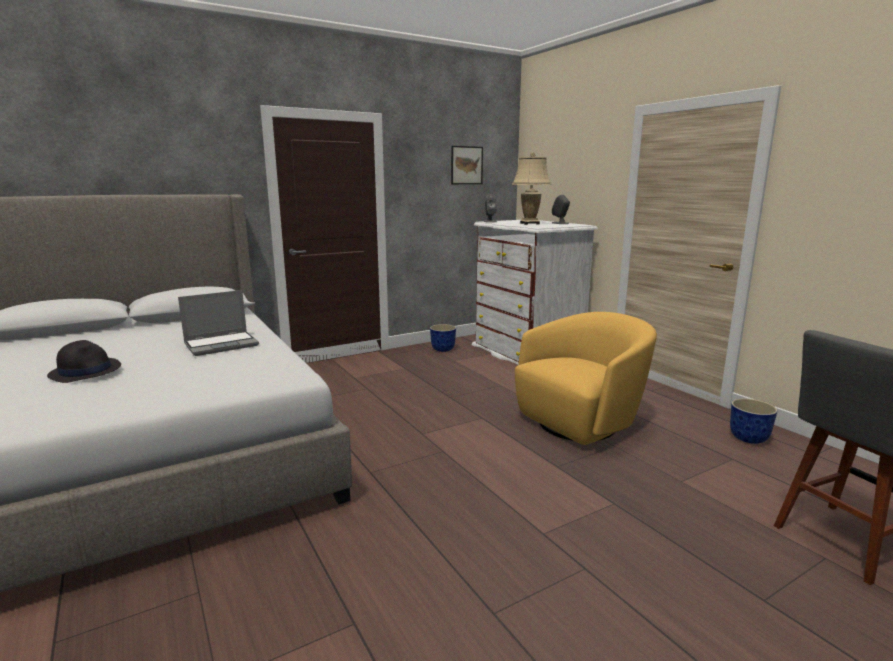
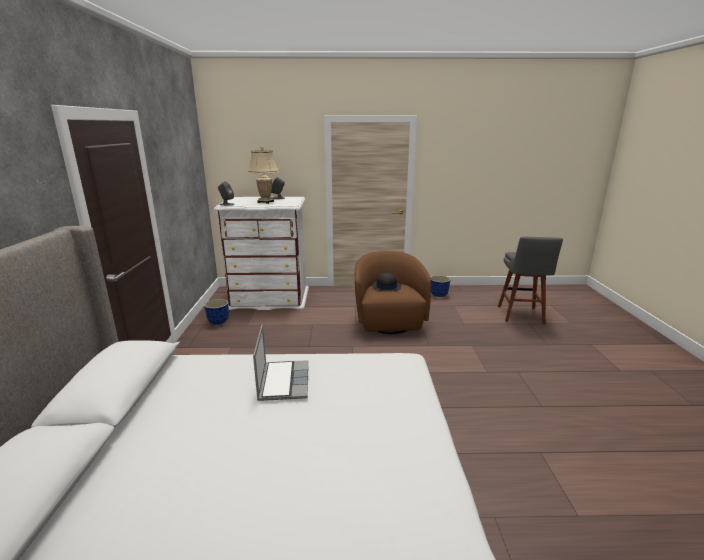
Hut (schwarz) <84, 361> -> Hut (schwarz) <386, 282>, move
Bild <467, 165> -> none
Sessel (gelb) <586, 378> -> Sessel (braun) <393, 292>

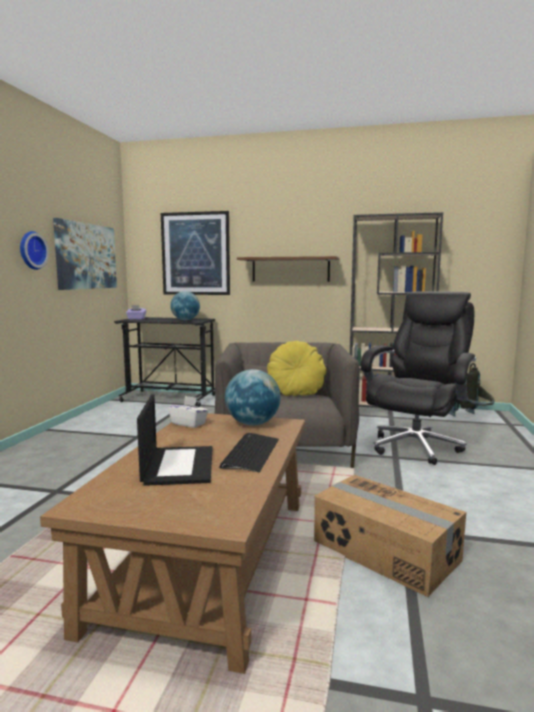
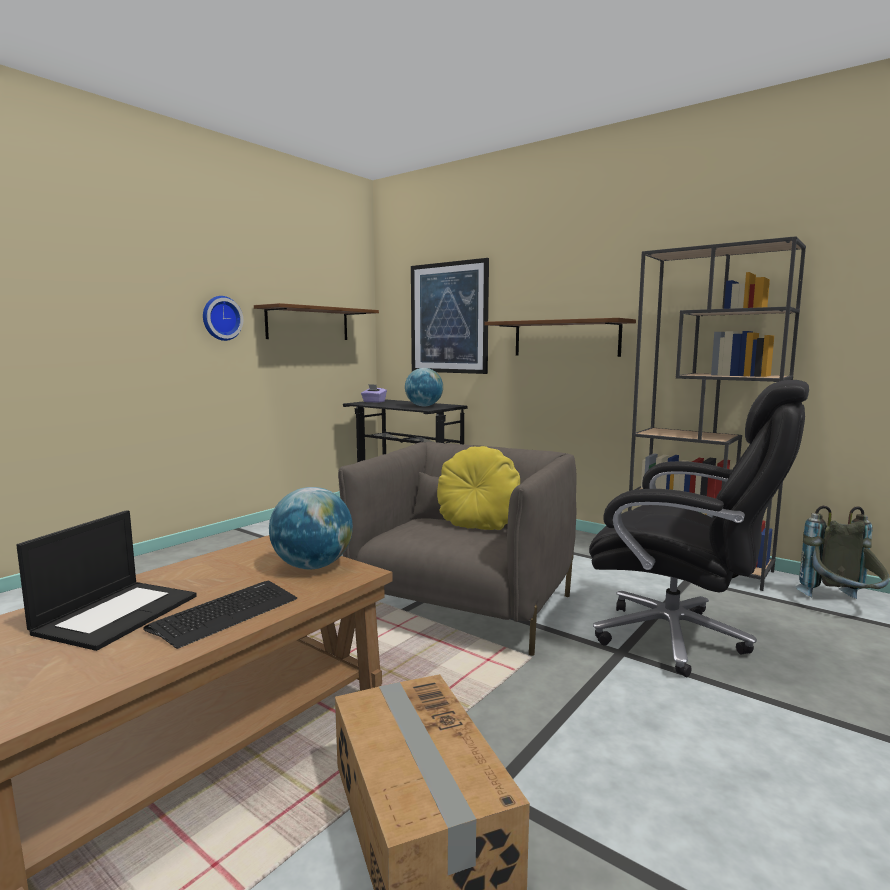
Bild <85, 254> -> Wandregal (braun) <316, 321>
Taschentuchbox (weiß) <188, 412> -> none
Bürostuhl (schwarz) <418, 378> -> Bürostuhl (schwarz) <699, 528>, 60 degrees clockwise

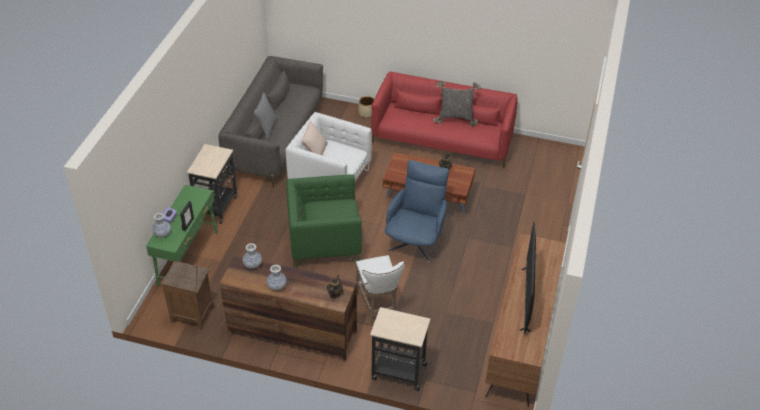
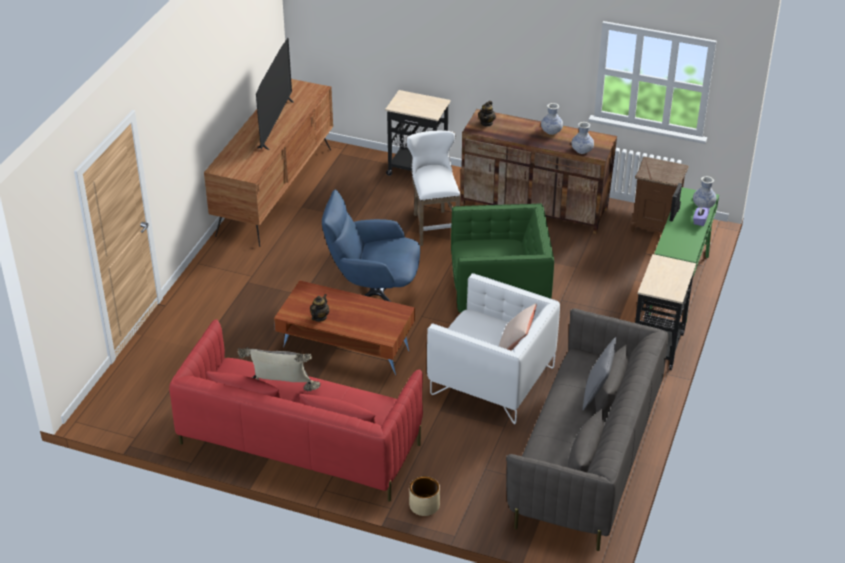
Sessel (blau) <417, 211> -> Sessel (blau) <371, 245>, 75 degrees clockwise

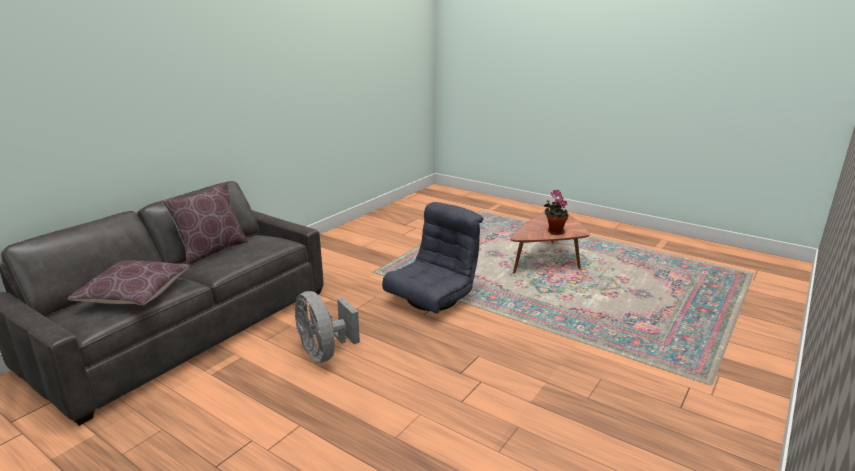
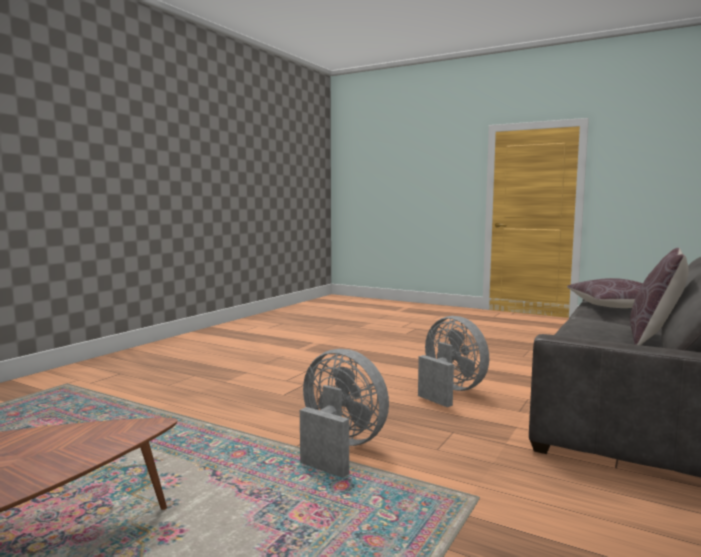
Sessel (grau) <432, 258> -> Ventilator (grau) <344, 413>
Topfpflanze <556, 212> -> none

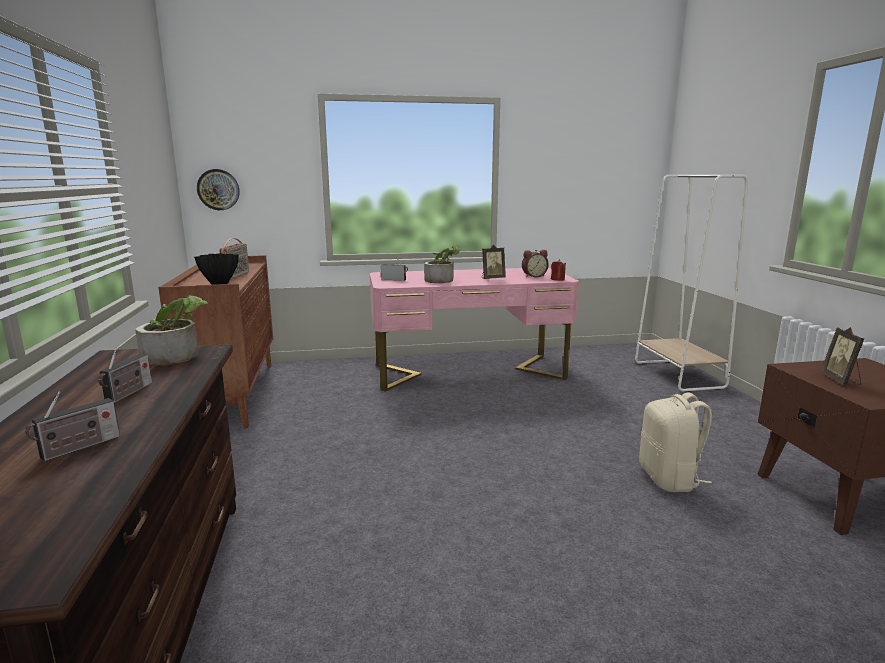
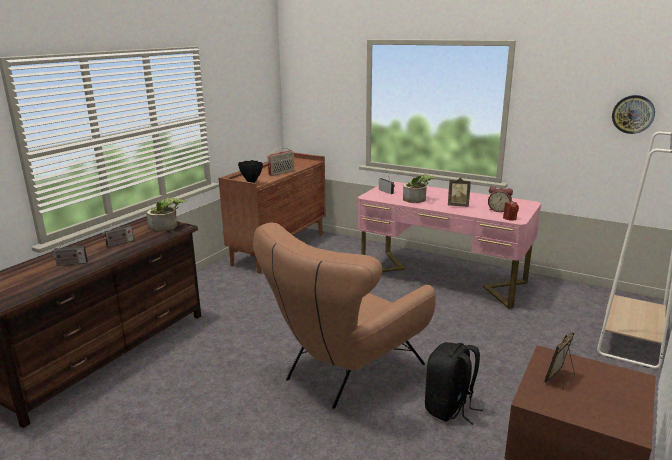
Wanduhr <218, 189> -> Wanduhr <633, 114>, move
Rucksack (beige) <675, 442> -> Rucksack (schwarz) <454, 383>
none -> Sessel (braun) <344, 316>

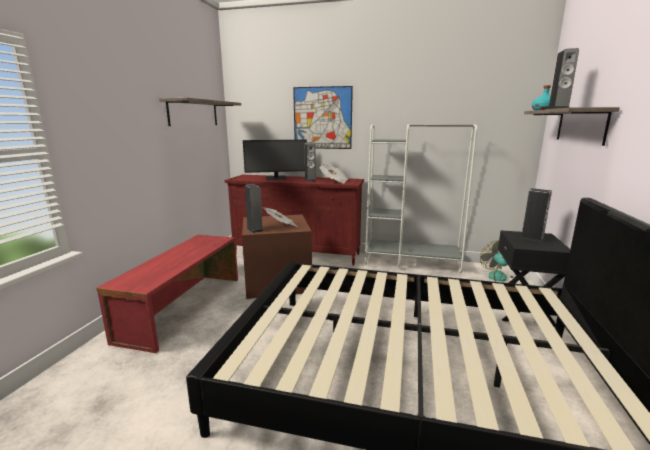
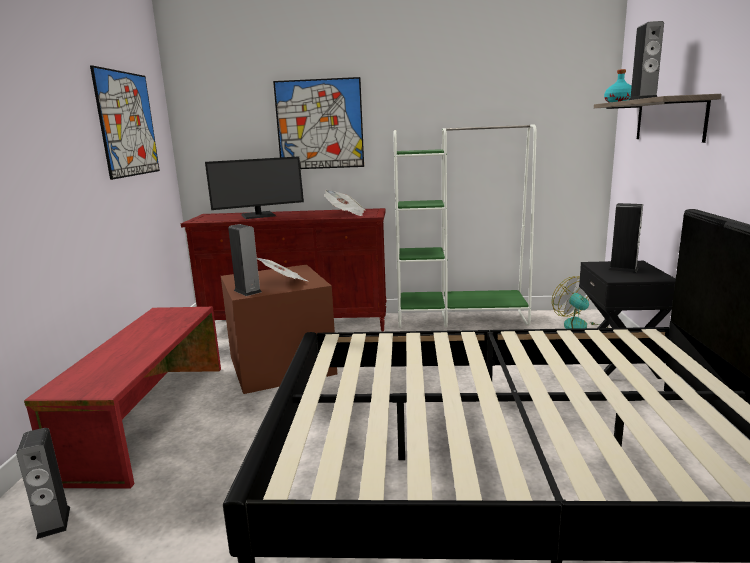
Wandregal <200, 112> -> Bild <125, 122>
Lautsprecher <310, 162> -> Lautsprecher <43, 483>, move
Kleiderständer (grau) <421, 198> -> Kleiderständer (grün) <465, 226>

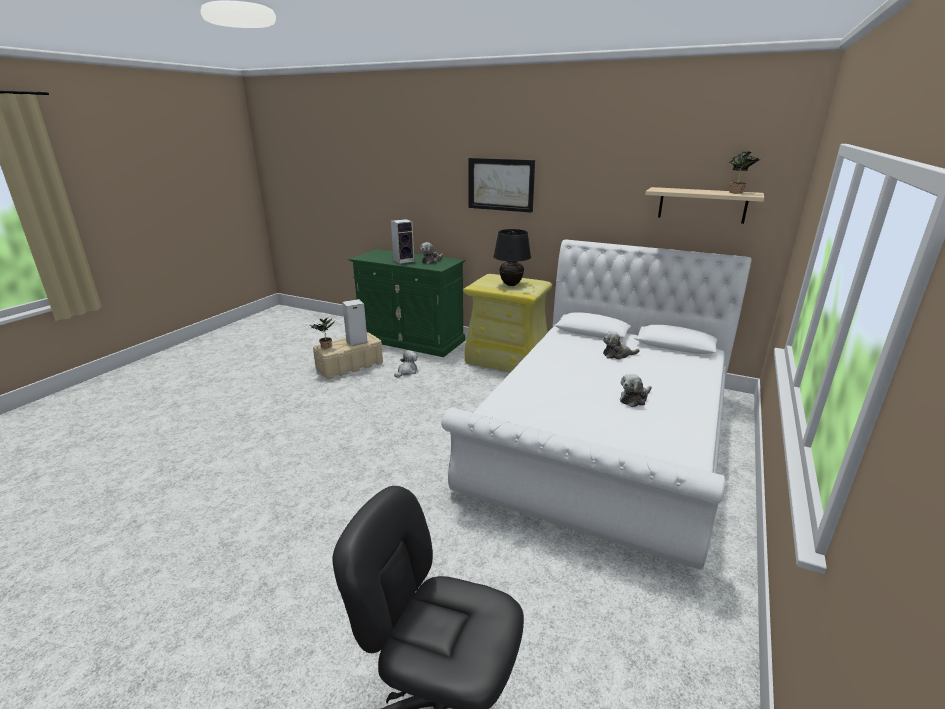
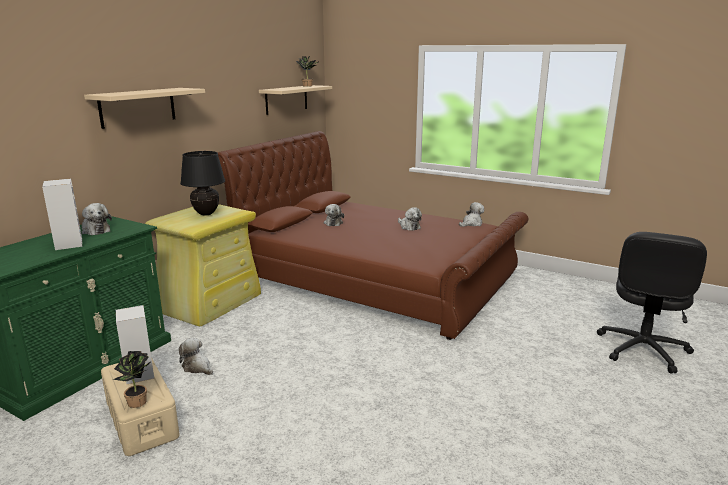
Bett (weiß) <596, 405> -> Bett (braun) <373, 235>
Bild <501, 185> -> Wandregal (beige) <144, 108>
none -> Plüschtier <471, 214>

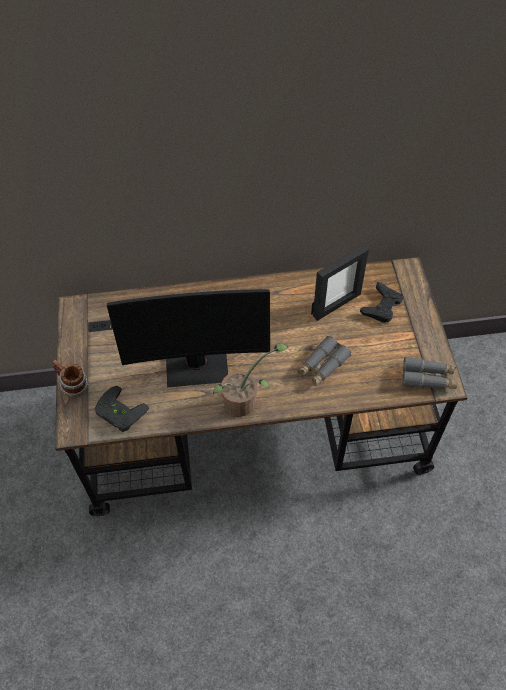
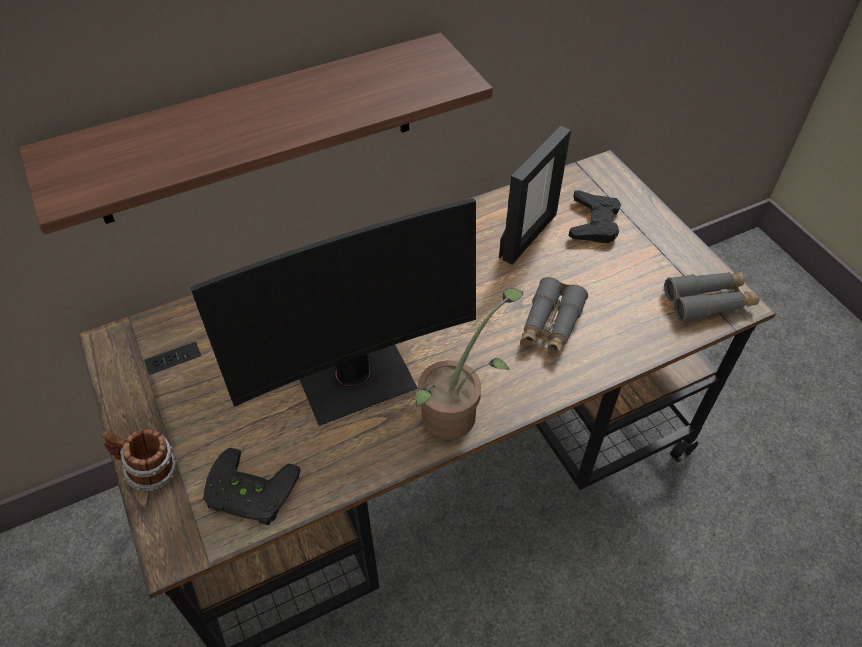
none -> Wandregal <256, 133>

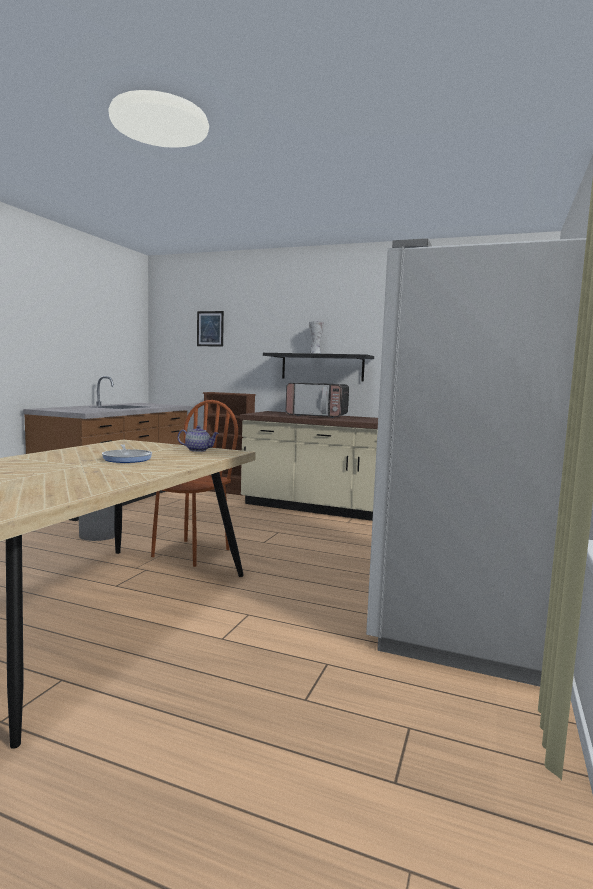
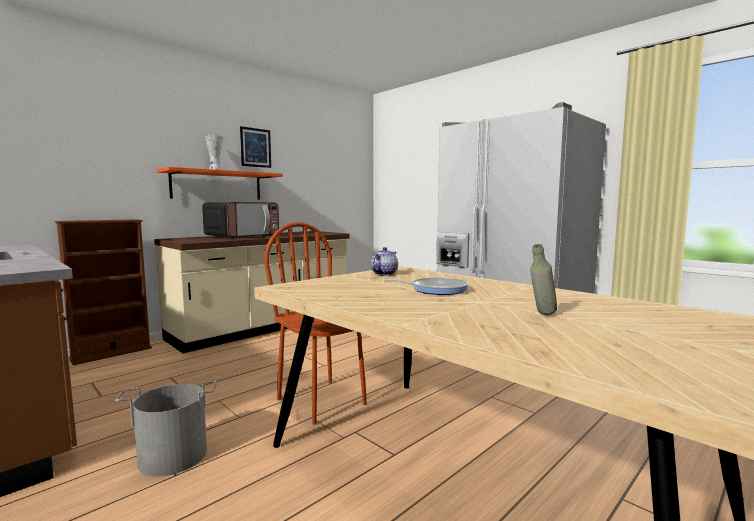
Bild <210, 329> -> Bild <255, 147>, move
Wandregal (schwarz) <318, 367> -> Wandregal (orange) <220, 183>
none -> Flasche (grau) <543, 279>

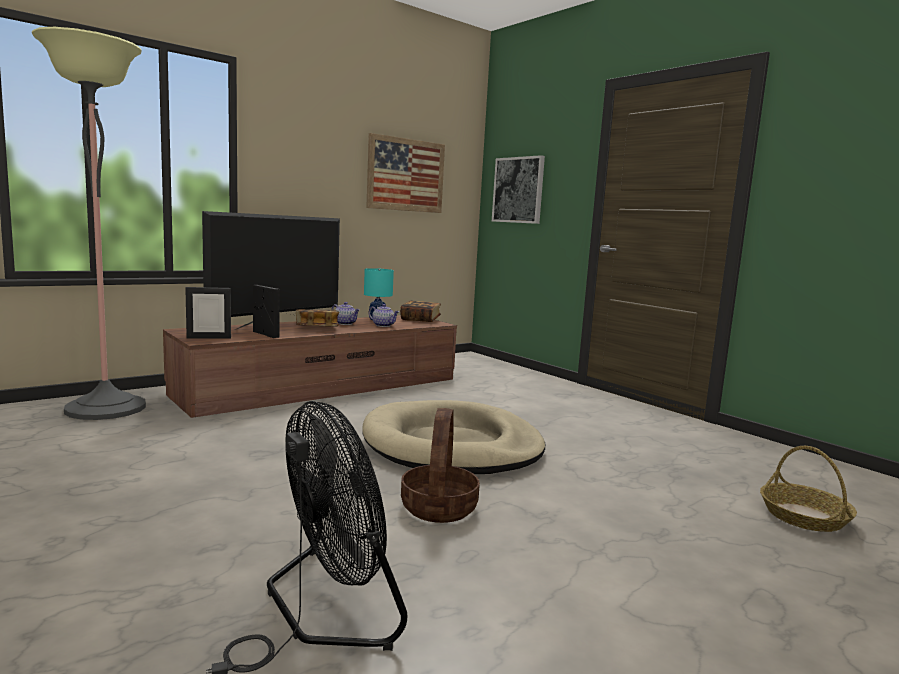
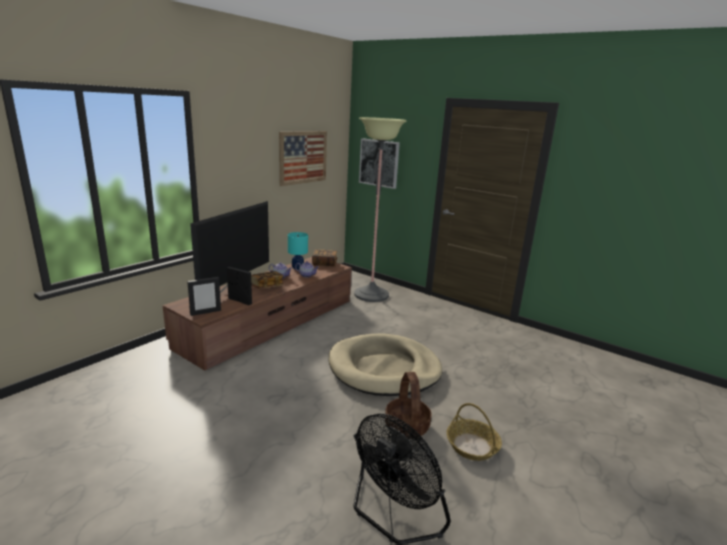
Stehlampe <88, 223> -> Stehlampe <380, 209>, move
Korb <808, 489> -> Korb <474, 432>, move

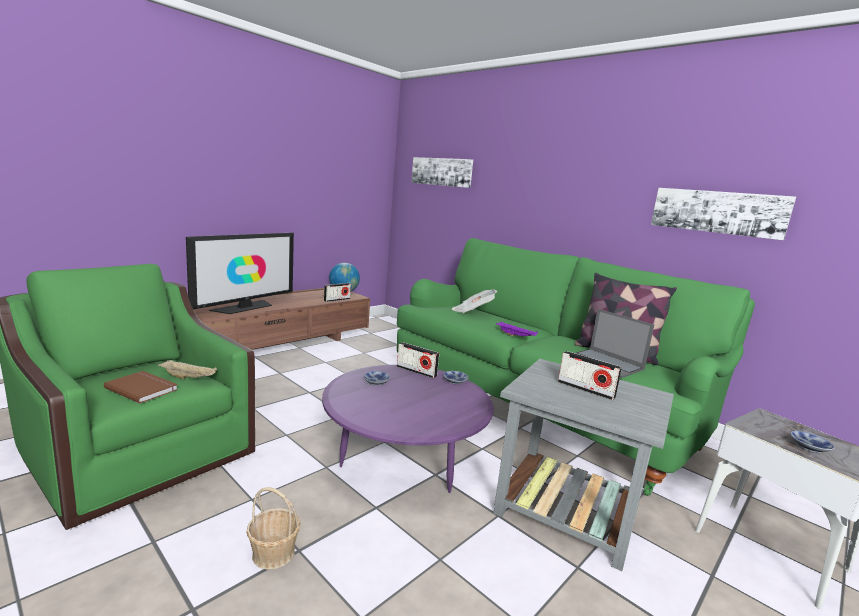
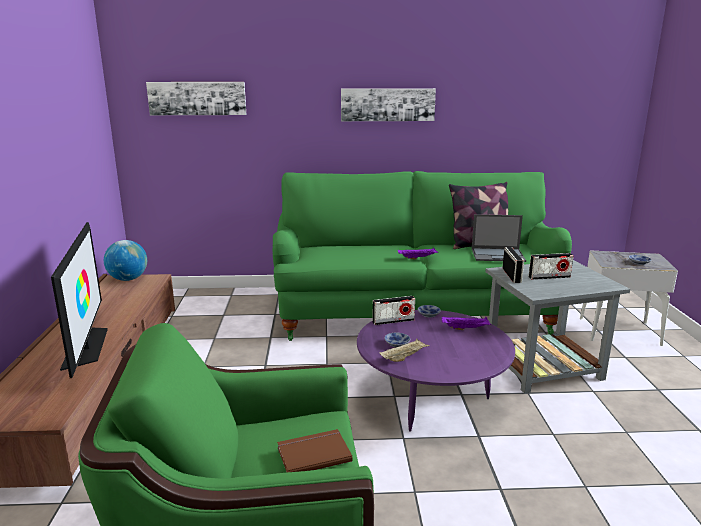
Tablett (beige) <187, 369> -> Tablett (beige) <405, 350>, move
Korb <273, 528> -> none
Radio <337, 292> -> Radio <513, 265>, move
Zeitung <474, 301> -> none
Bild <723, 214> -> Bild <388, 104>, move
none -> Tablett (lila) <466, 323>

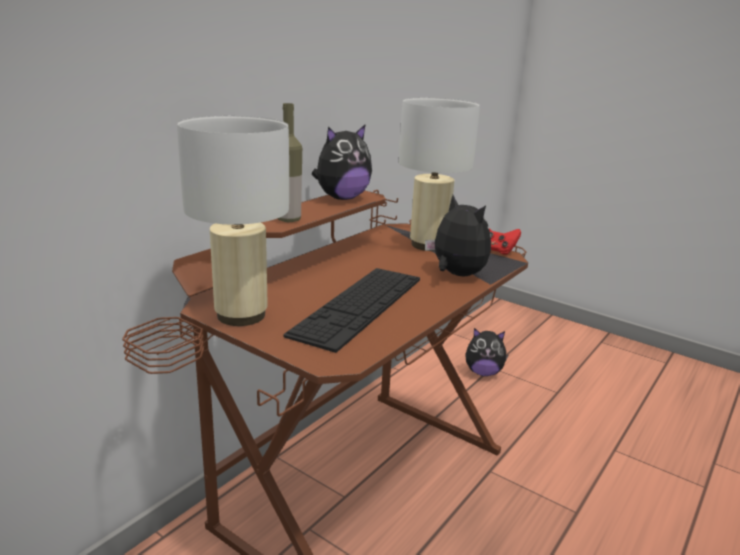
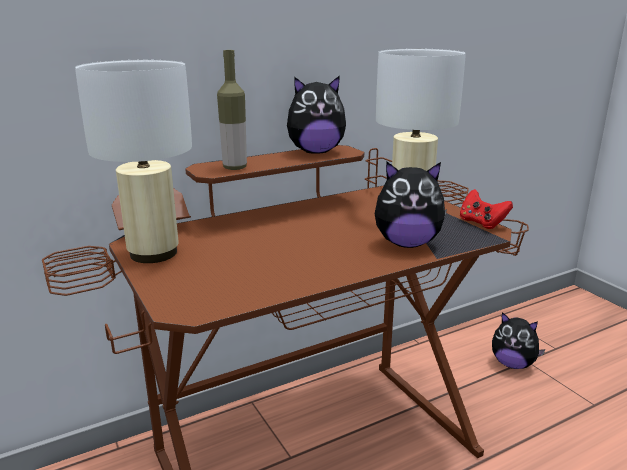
Tastatur <351, 310> -> none
Plüschtier <458, 236> -> Plüschtier <411, 205>, 105 degrees clockwise

